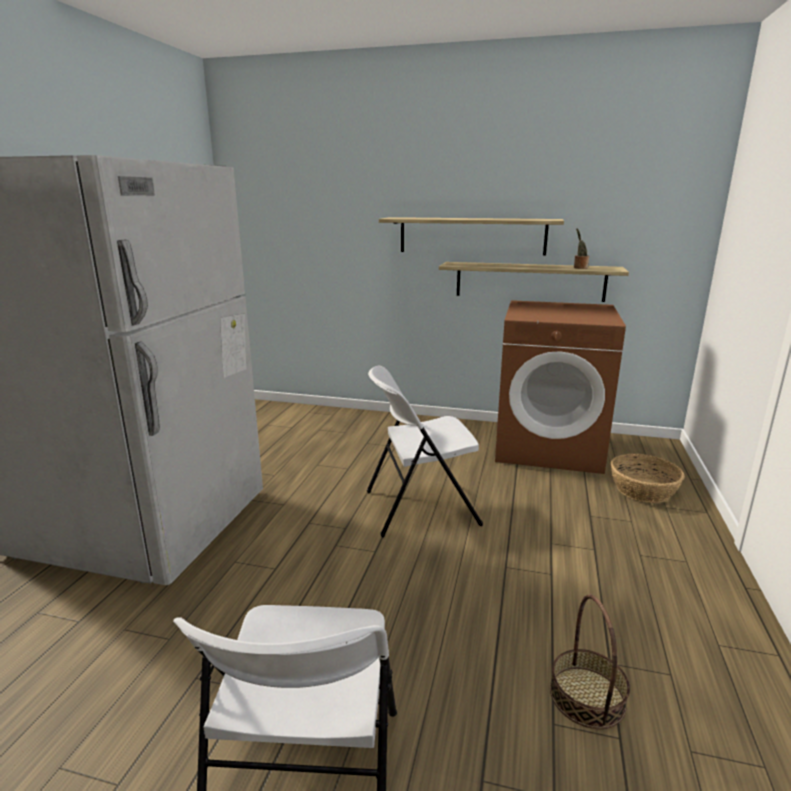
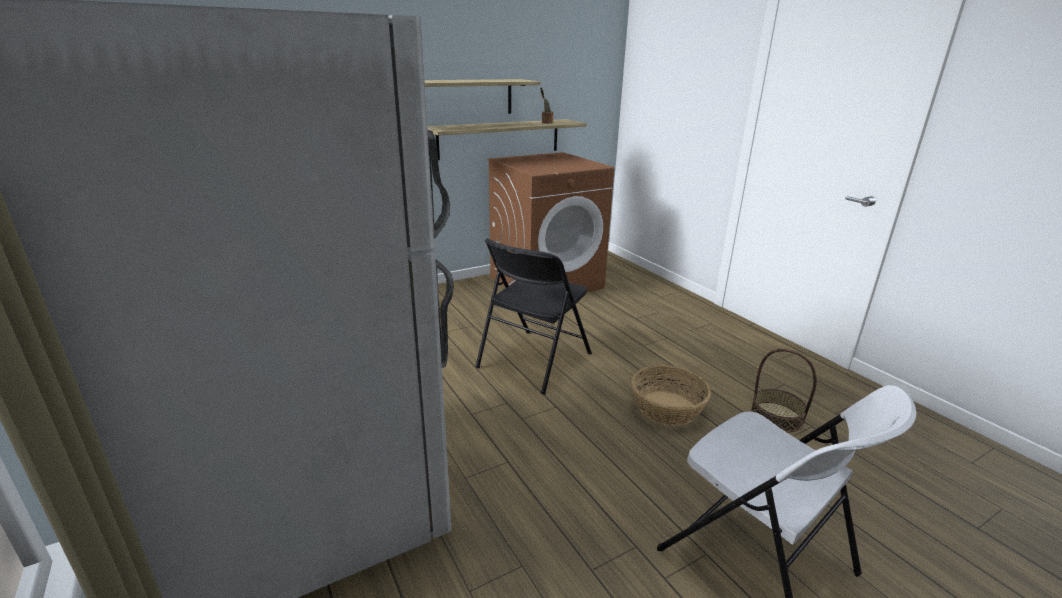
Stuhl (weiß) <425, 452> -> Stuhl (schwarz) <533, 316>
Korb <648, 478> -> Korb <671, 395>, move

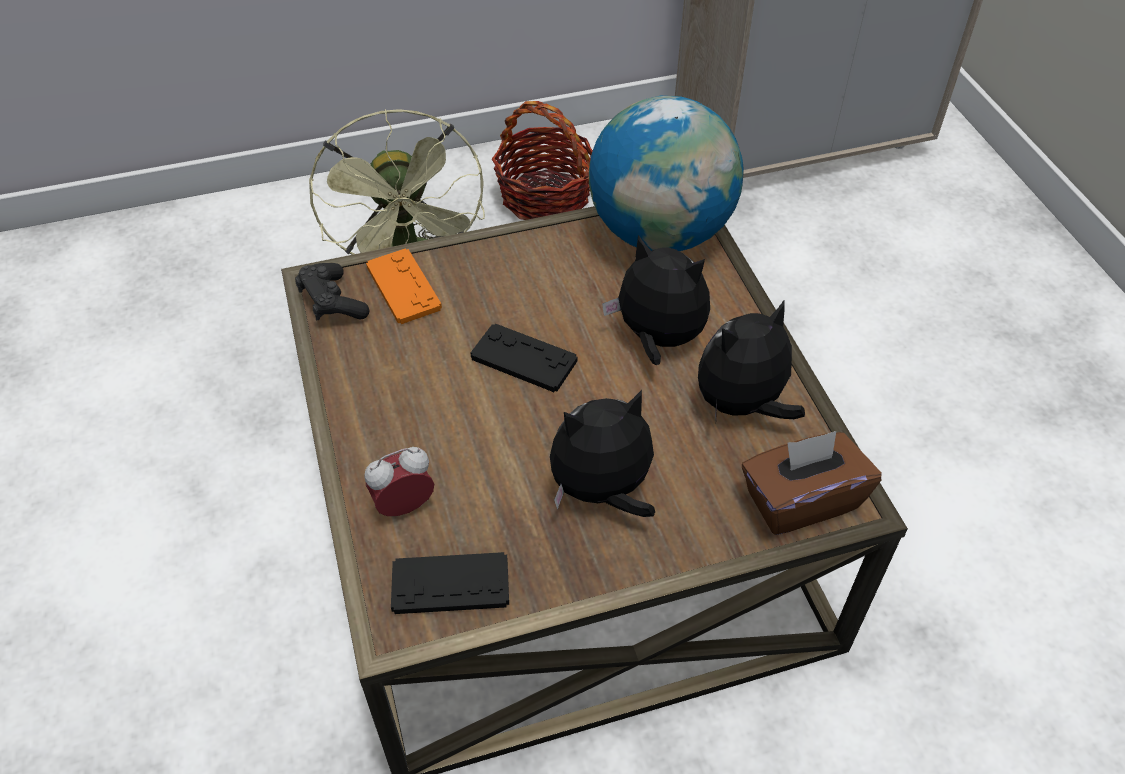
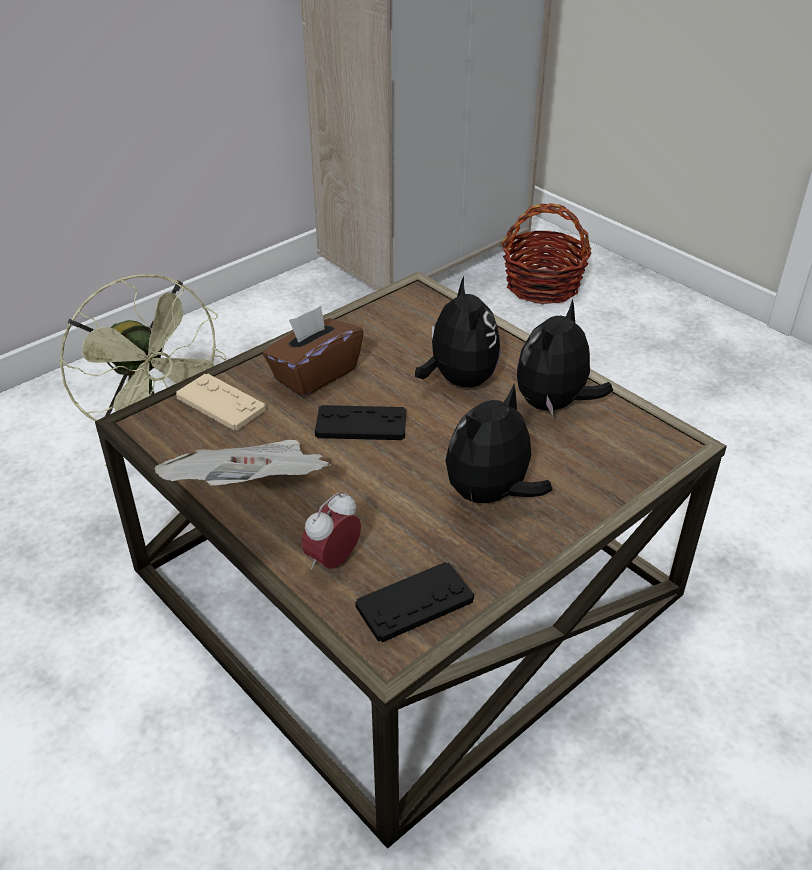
Gamepad (schwarz) <332, 291> -> none
Gamepad (orange) <404, 286> -> Gamepad (beige) <221, 402>
Korb <542, 160> -> Korb <546, 253>, move
Globus <666, 173> -> none
Plüschtier <656, 300> -> Plüschtier <457, 332>, 75 degrees clockwise
Taschentuchbox (braun) <812, 483> -> Taschentuchbox (braun) <313, 351>, move
none -> Zeitung <243, 463>

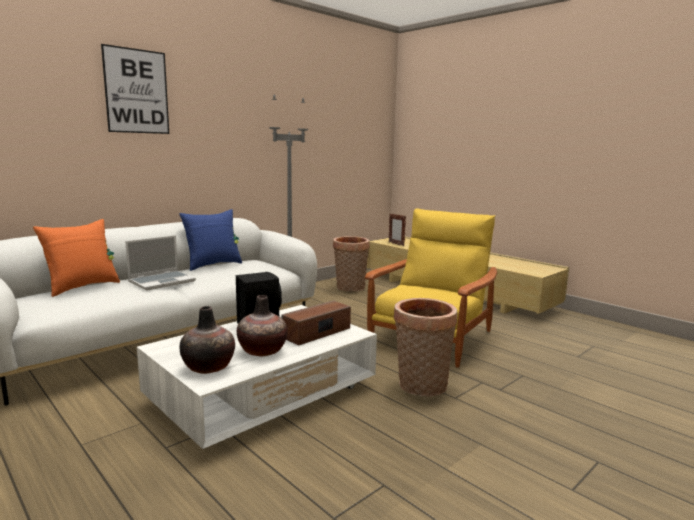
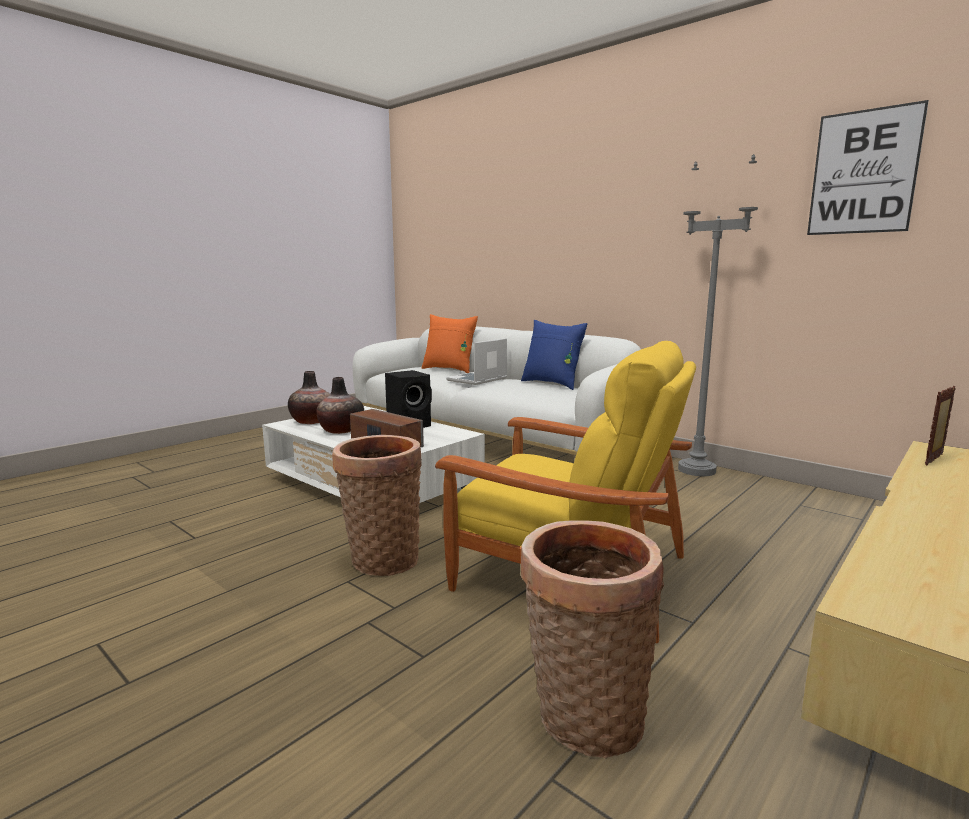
Bild <135, 89> -> Bild <868, 167>, move
Laptop <160, 262> -> Laptop <476, 361>, 90 degrees clockwise
Korb <351, 264> -> Korb <592, 639>, move

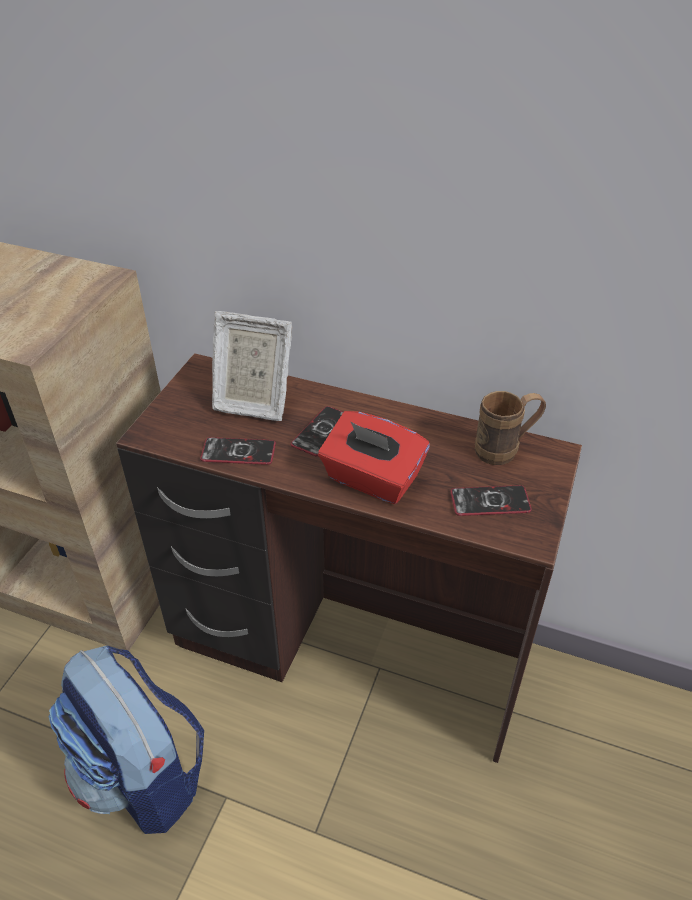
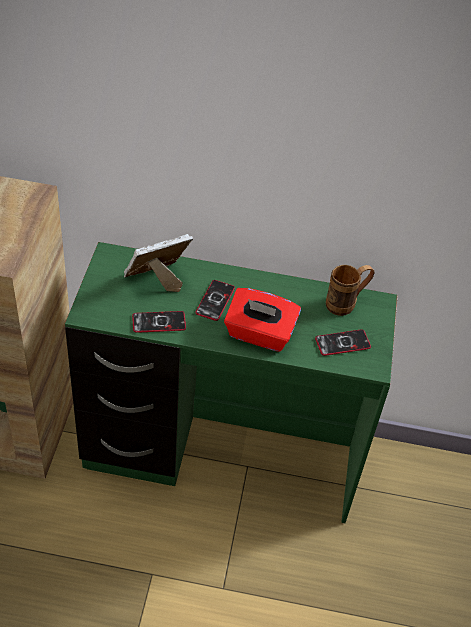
Rucksack <126, 739> -> none
Schreibtisch (braun) <349, 558> -> Schreibtisch (grün) <231, 382>
Bilderrahmen <252, 366> -> Bilderrahmen <158, 263>, 150 degrees clockwise

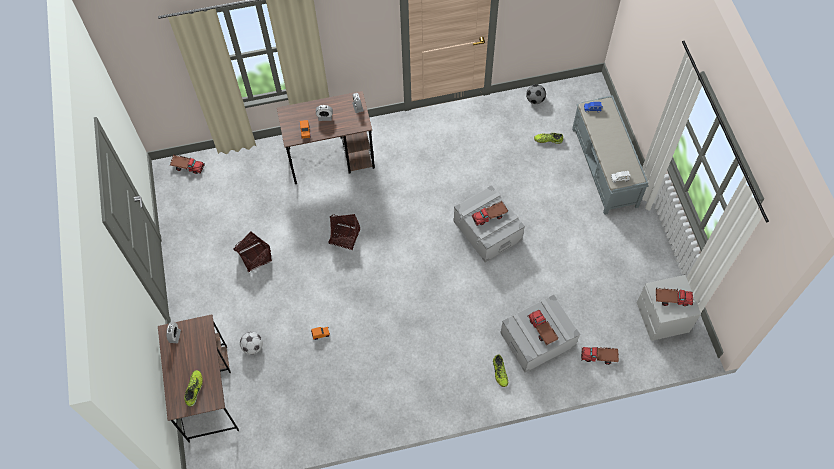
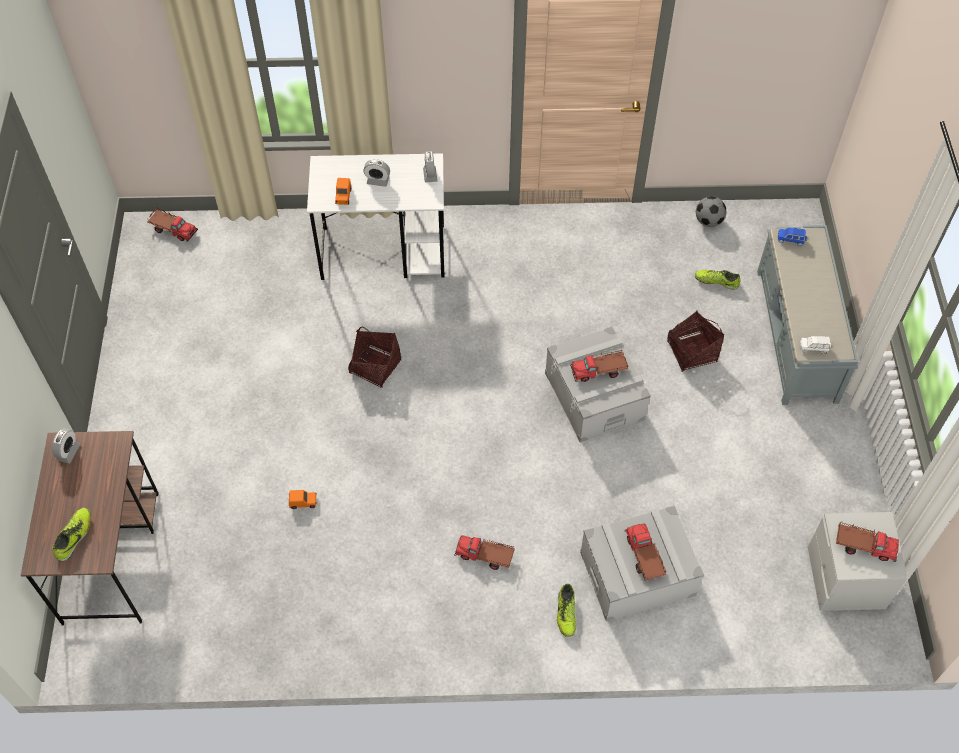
Korb <252, 251> -> Korb <695, 341>, move
Fußball <251, 343> -> none
Schreibtisch (braun) <326, 137> -> Schreibtisch (weiß) <376, 216>
Spielzeuglaster <600, 356> -> Spielzeuglaster <485, 552>, move

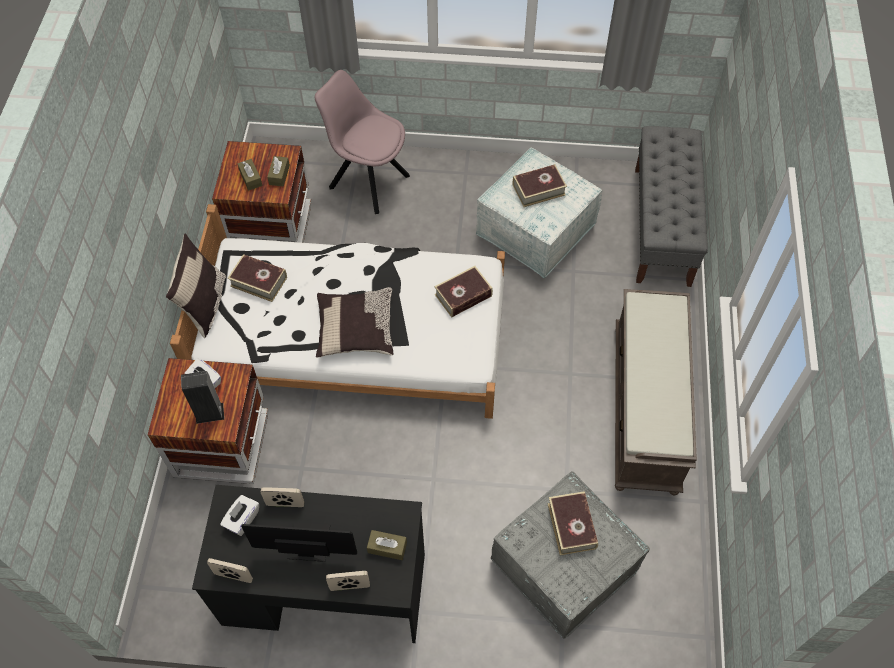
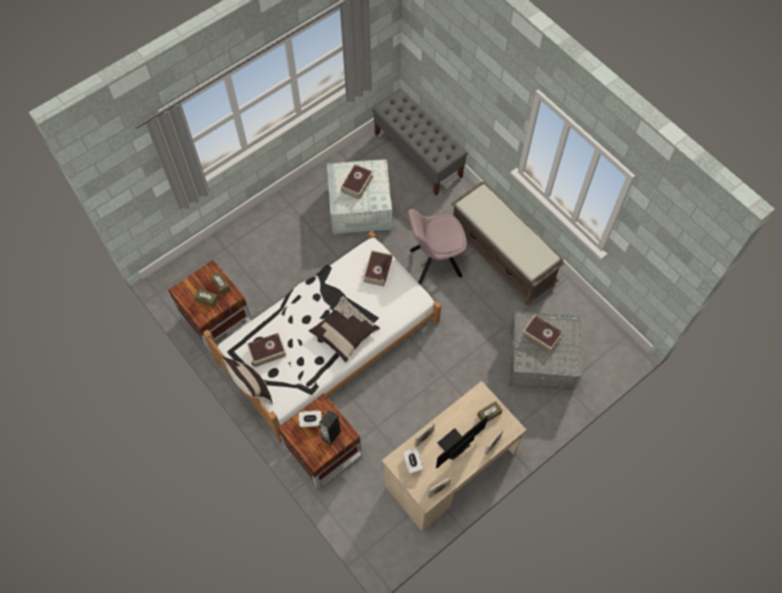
Schreibtisch (schwarz) <308, 564> -> Schreibtisch (beige) <454, 456>
Stuhl (rosa) <362, 142> -> Stuhl (rosa) <437, 247>, move

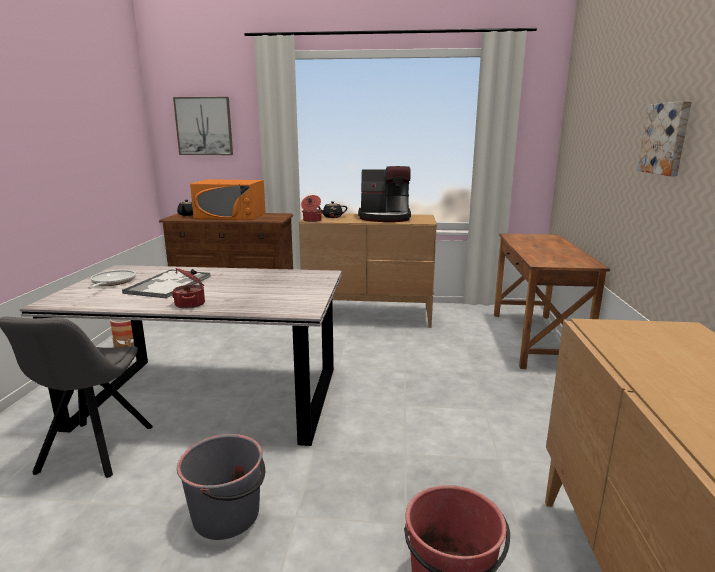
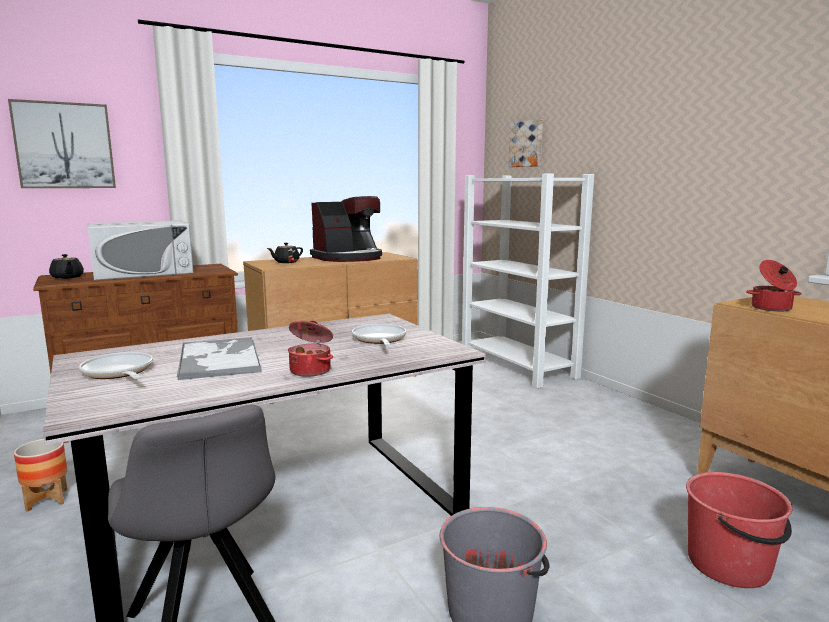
Mikrowelle (orange) <228, 199> -> Mikrowelle (weiß) <140, 250>
Kochtopf <312, 208> -> Kochtopf <774, 285>, move
Schreibtisch (braun) <552, 301> -> Bücherregal (weiß) <528, 281>
Bild <664, 138> -> Bild <525, 143>, move
none -> Pfanne <379, 335>

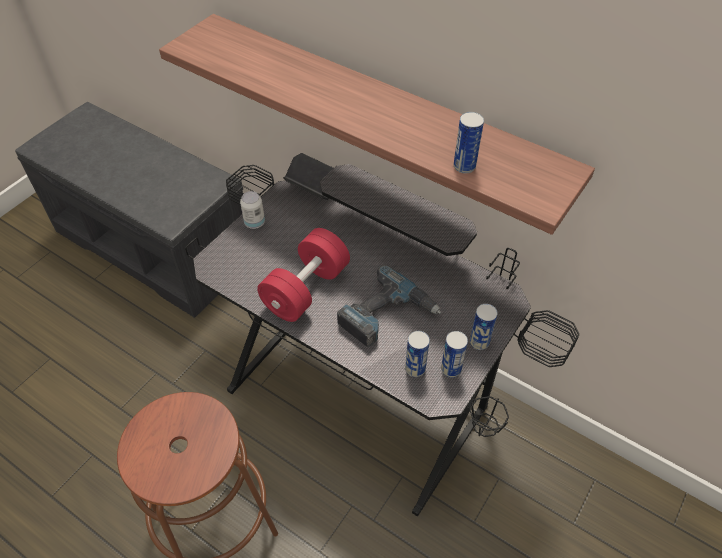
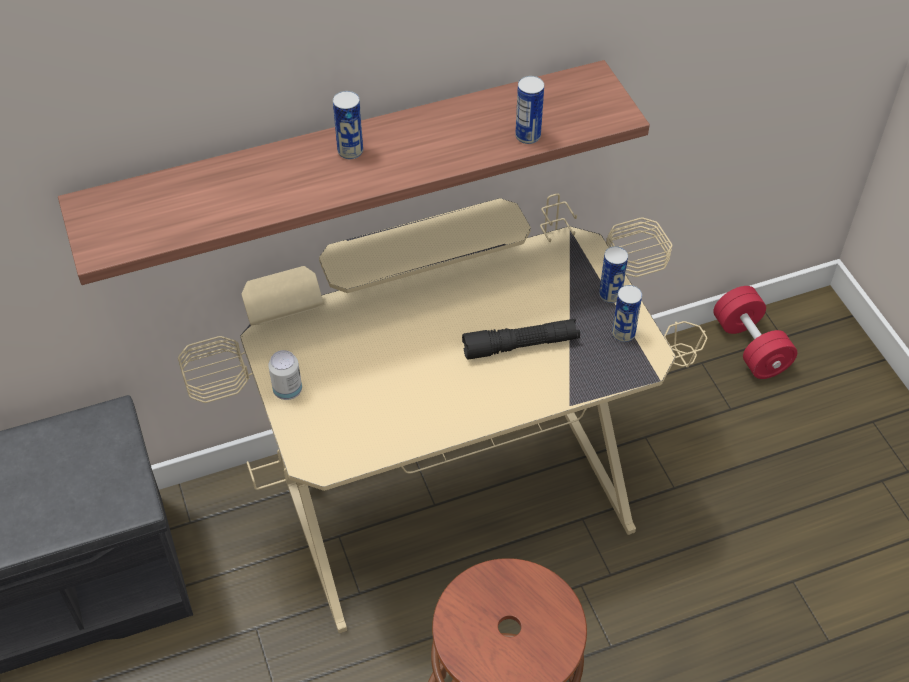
Schreibtisch (schwarz) <382, 334> -> Schreibtisch (beige) <442, 413>
Hantel (rot) <303, 275> -> Hantel (rot) <755, 332>, move
Bohrmaschine <389, 306> -> Taschenlampe (schwarz) <521, 339>
Dose <417, 354> -> Dose <348, 125>, move

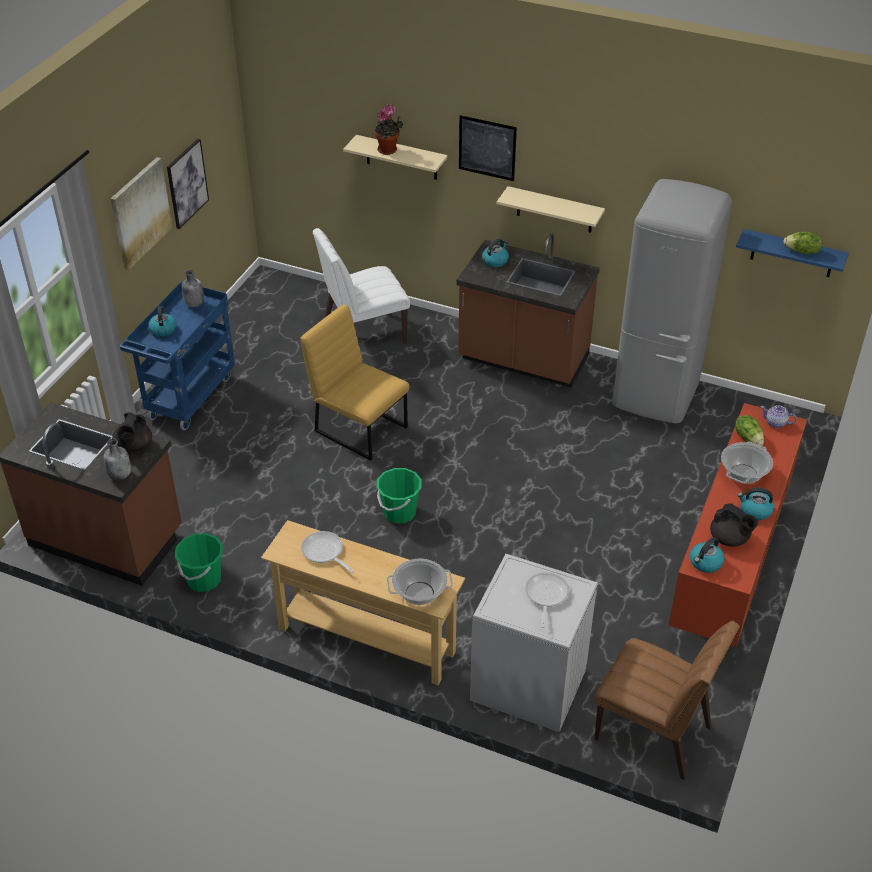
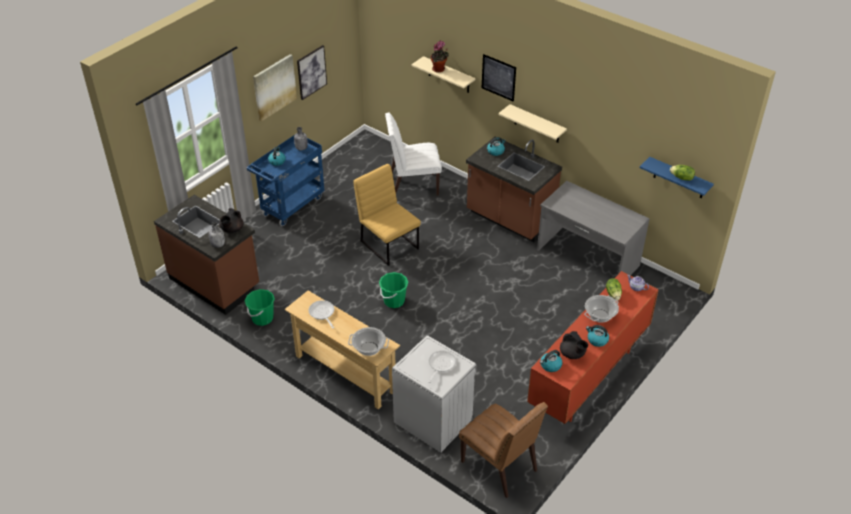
Kühlschrank (grau) <672, 301> -> Schreibtisch (grau) <593, 228>

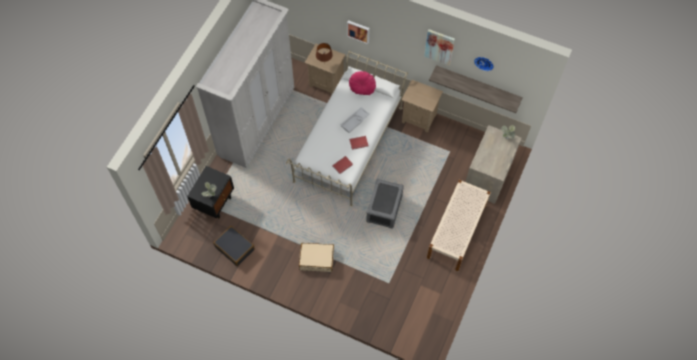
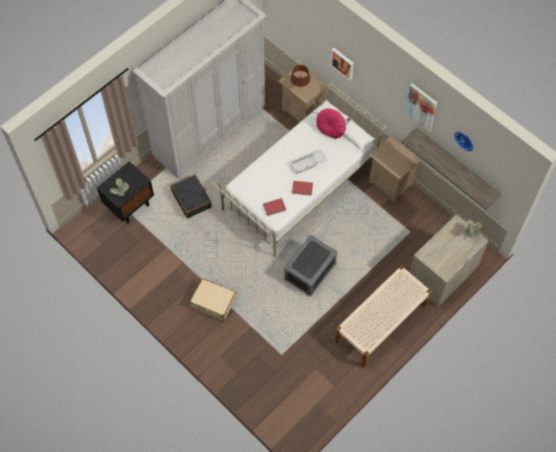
Koffer (schwarz) <234, 246> -> Koffer (schwarz) <191, 196>, move

